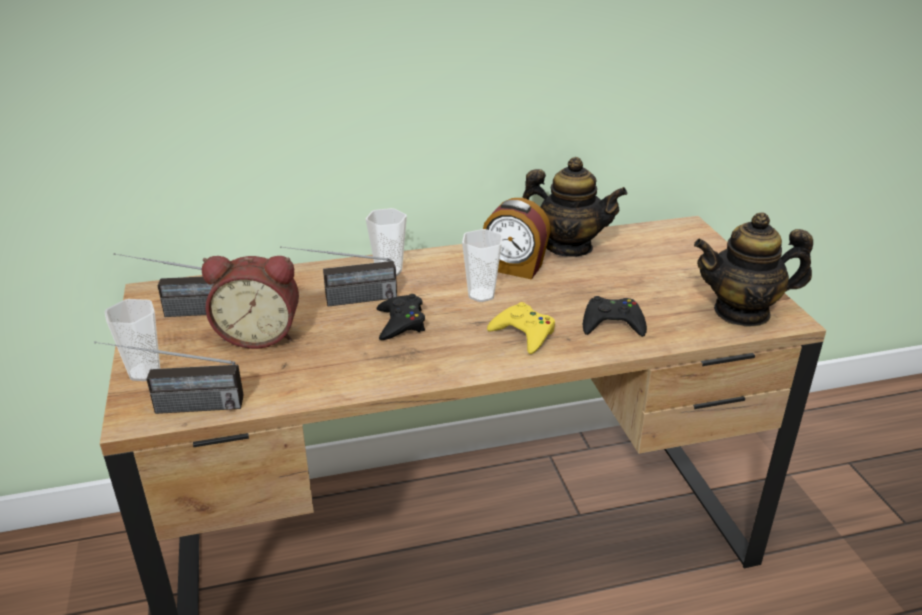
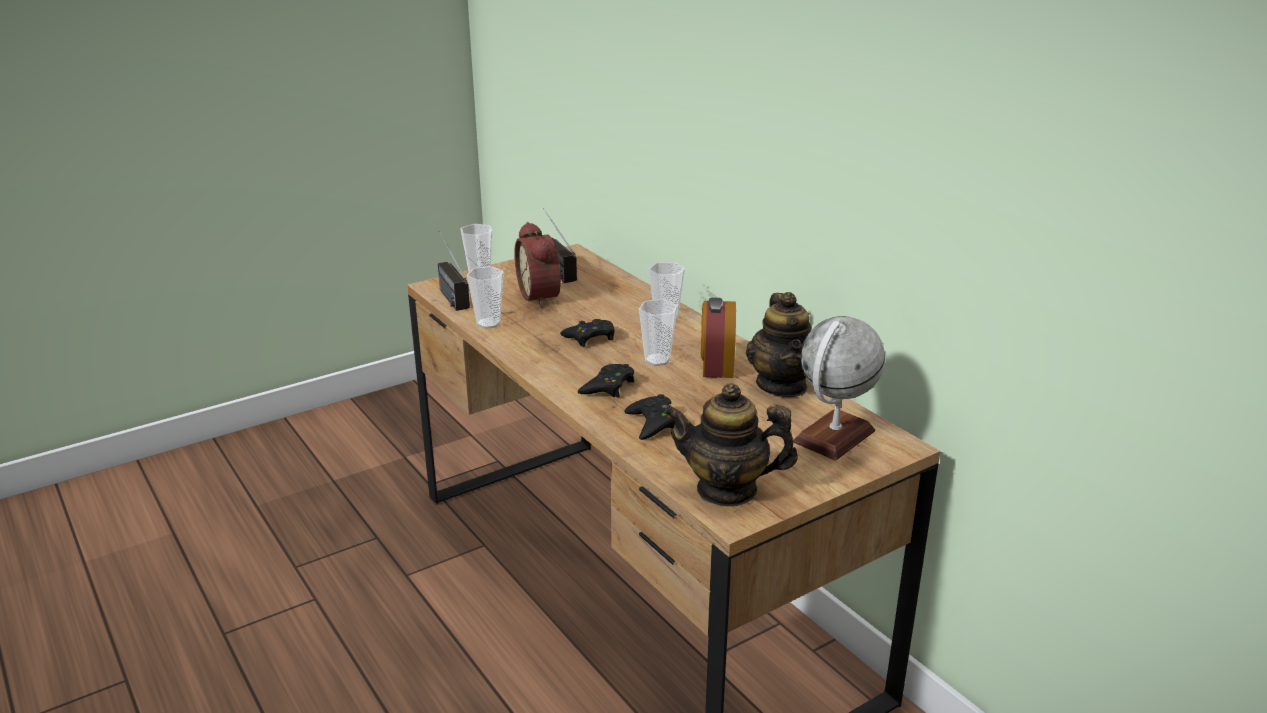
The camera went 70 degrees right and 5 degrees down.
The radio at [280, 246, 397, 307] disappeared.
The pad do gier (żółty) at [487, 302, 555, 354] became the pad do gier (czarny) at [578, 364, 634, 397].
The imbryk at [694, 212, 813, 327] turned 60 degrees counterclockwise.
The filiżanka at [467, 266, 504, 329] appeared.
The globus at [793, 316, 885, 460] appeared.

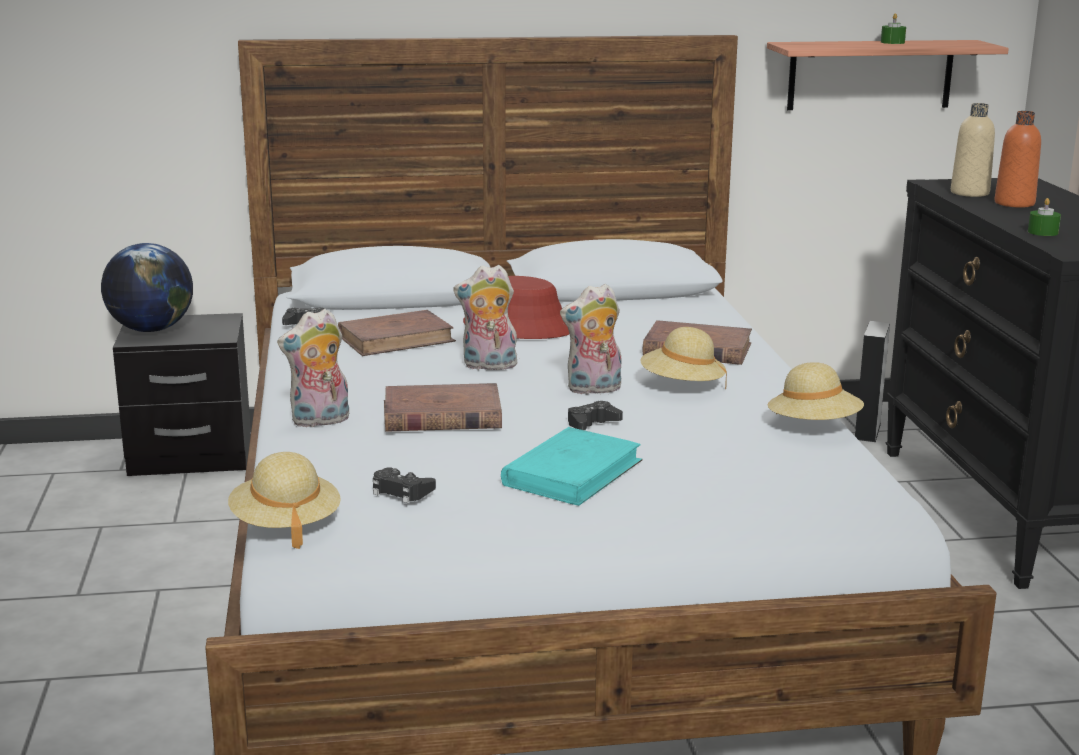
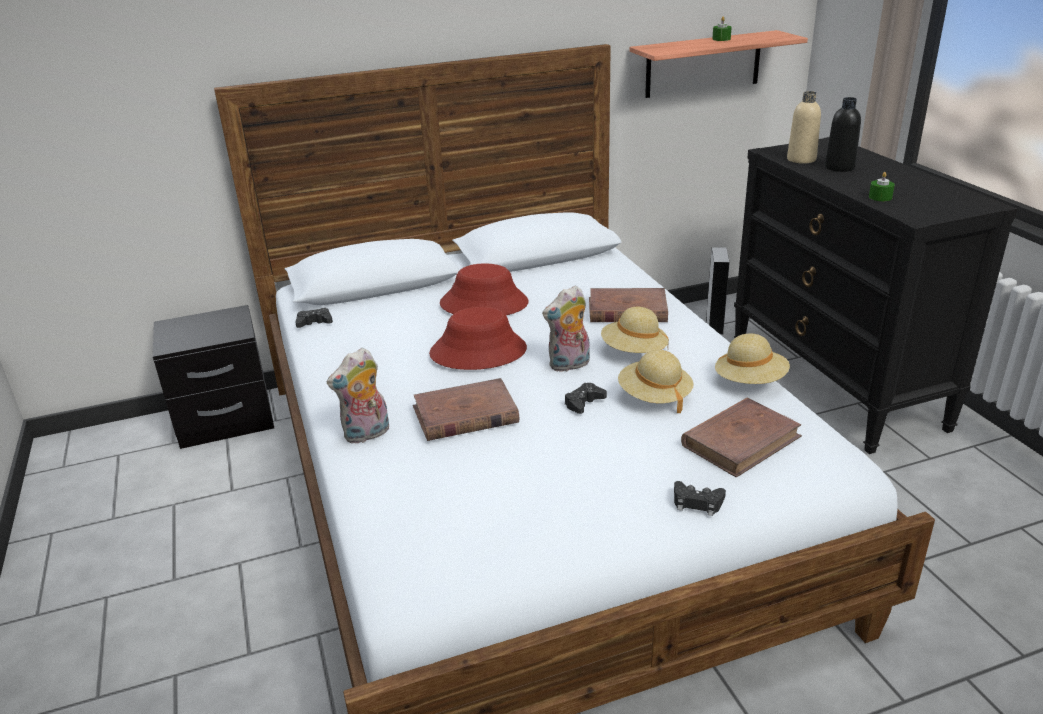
The camera went 10 degrees left and 10 degrees up.
The globus at [101, 243, 193, 332] disappeared.
The kapelusz (beżowy) moved from [228, 452, 341, 549] to [618, 350, 694, 413].
The książka (brązowy) moved from [338, 310, 456, 356] to [681, 398, 802, 478].
The pad do gier (czarny) moved from [373, 467, 436, 503] to [674, 481, 726, 516].
The pluszak at [453, 265, 517, 370] was replaced by the kapelusz (czerwony) at [429, 307, 527, 370].
The książka (turkusowy) at [501, 427, 642, 506] disappeared.
The butelka (pomarańczowy) at [995, 111, 1041, 208] became the butelka (czarny) at [825, 97, 861, 172].

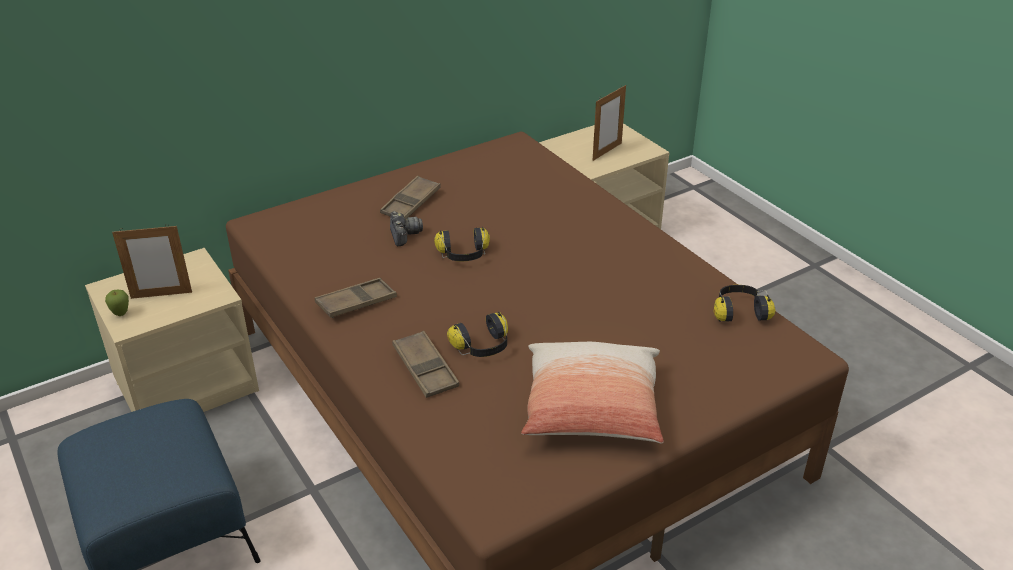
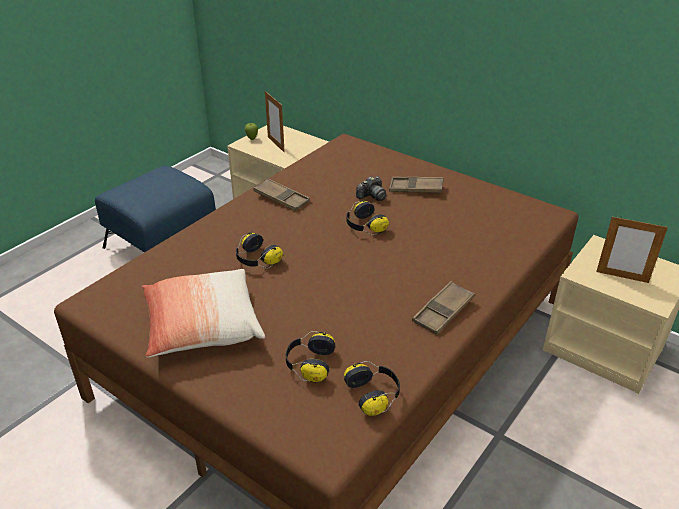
The camera went 70 degrees right and 0 degrees up.
The taca (brązowy) moved from [392, 331, 459, 398] to [412, 281, 475, 335].
The słuchawki at [286, 331, 335, 383] appeared.

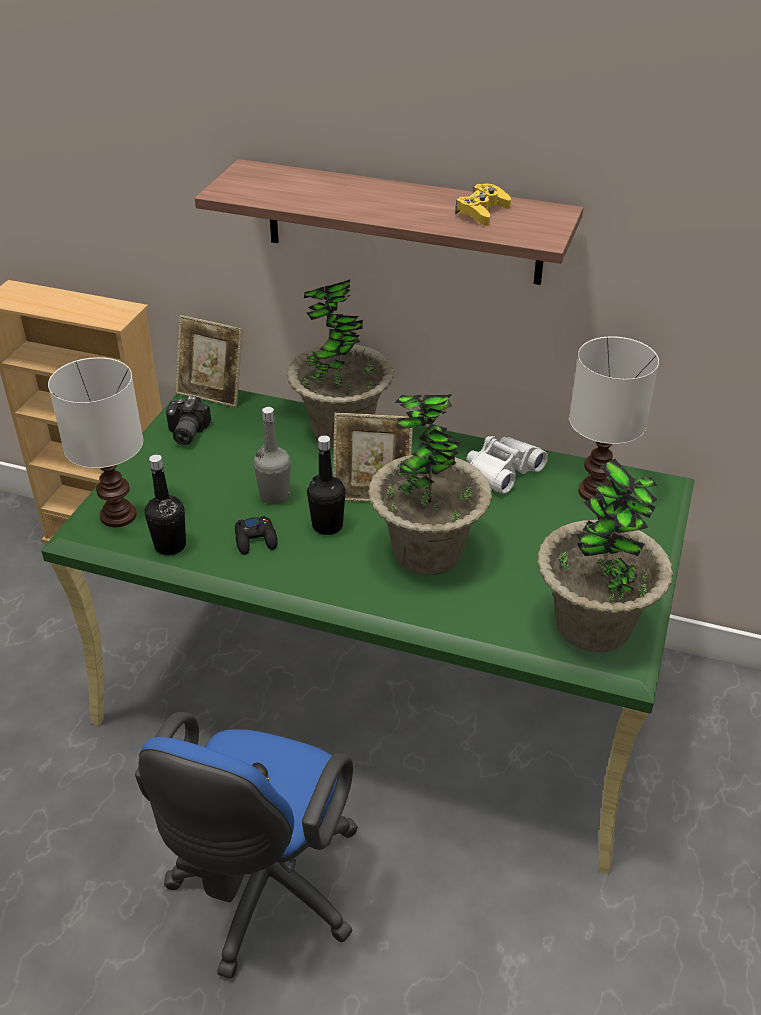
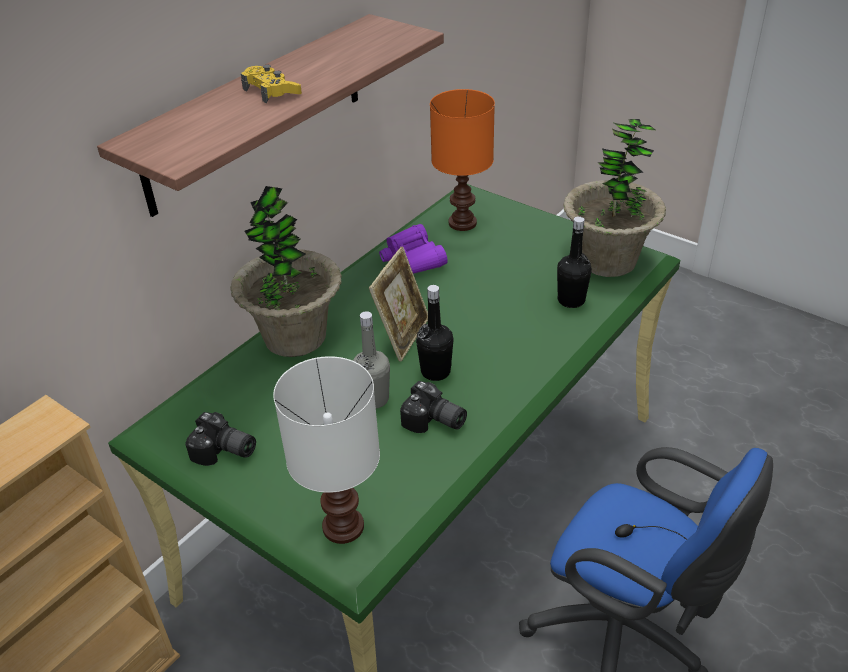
The camera went 70 degrees left and 0 degrees up.
The butelka (czarny) moved from [145, 455, 186, 556] to [557, 216, 592, 308].
The ramka na zdjęcie at [176, 315, 243, 408] disappeared.
The pad do gier (czarny) at [235, 516, 277, 555] was replaced by the aparat fotograficzny at [400, 381, 467, 433].
The roślina doniczkowa at [368, 394, 492, 575] disappeared.
The pad do gier (żółty) moved from [455, 184, 511, 226] to [241, 65, 302, 104].
The lornetka (biały) at [466, 436, 548, 494] became the lornetka (fioletowy) at [379, 224, 448, 274].
The lampa stołowa (biały) at [569, 336, 659, 501] became the lampa stołowa (pomarańczowy) at [430, 89, 495, 231].

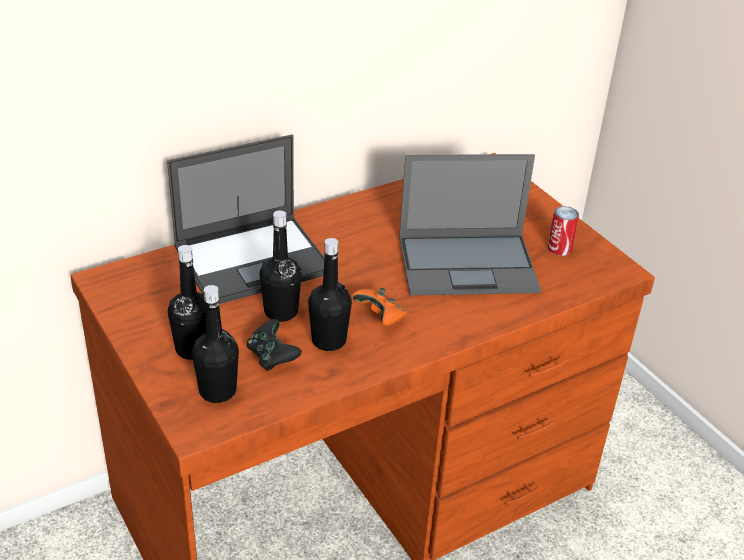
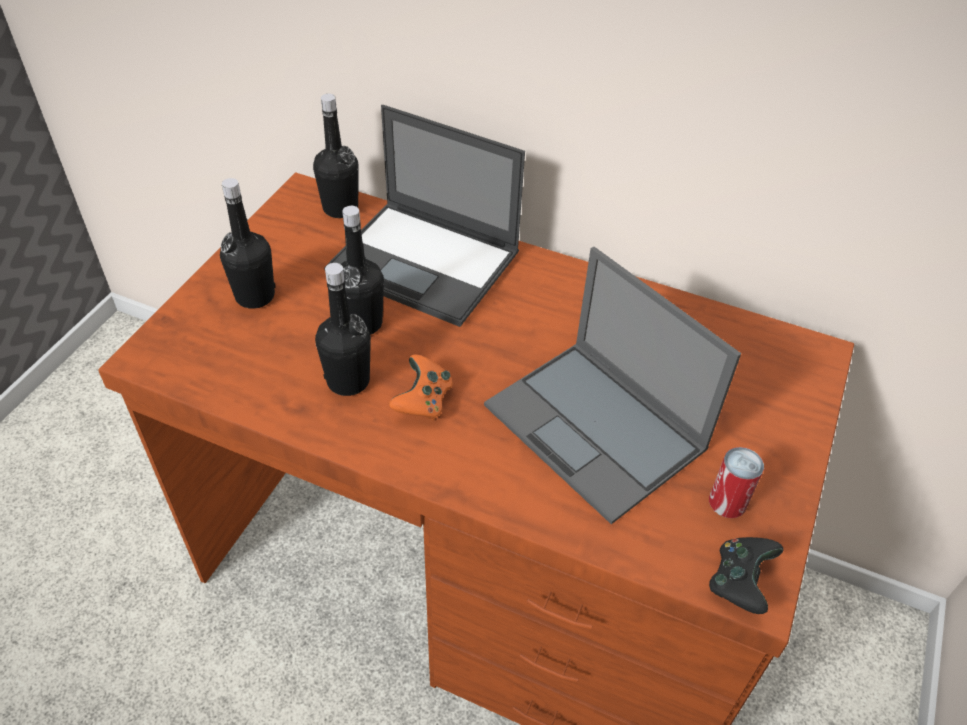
The camera went 55 degrees right and 10 degrees up.
The butelka (czarny) moved from [192, 285, 239, 403] to [313, 94, 359, 218].
The pad do gier (czarny) moved from [247, 319, 302, 371] to [709, 537, 784, 614].

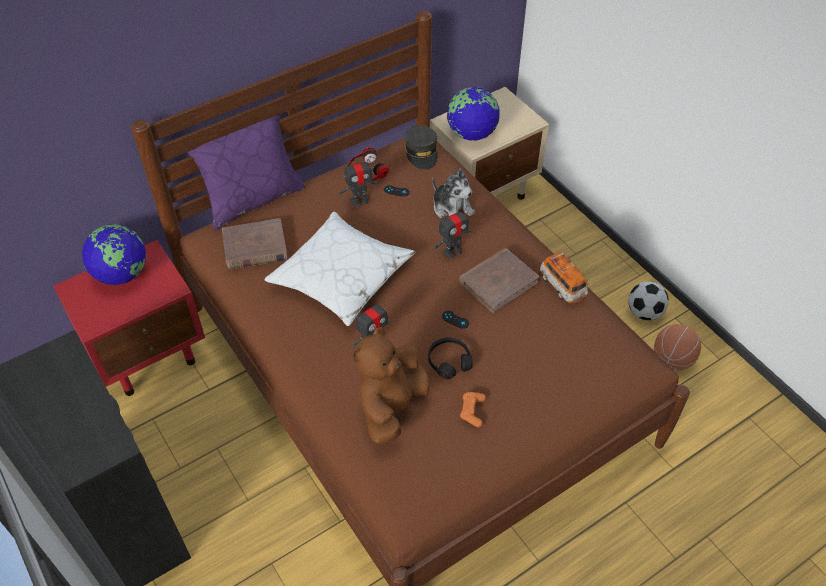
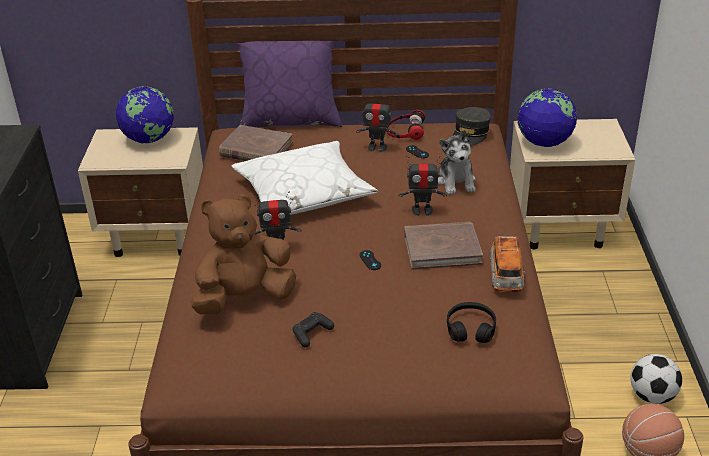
The camera went 35 degrees right and 15 degrees down.
The szafka nocna (czerwony) at [53, 240, 205, 396] became the szafka nocna (beżowy) at [78, 127, 203, 257].
The słuchawki (czarny) moved from [428, 337, 472, 379] to [447, 302, 496, 343].
The pad do gier (pomarańczowy) at [460, 392, 486, 427] became the pad do gier (czarny) at [293, 312, 334, 347].

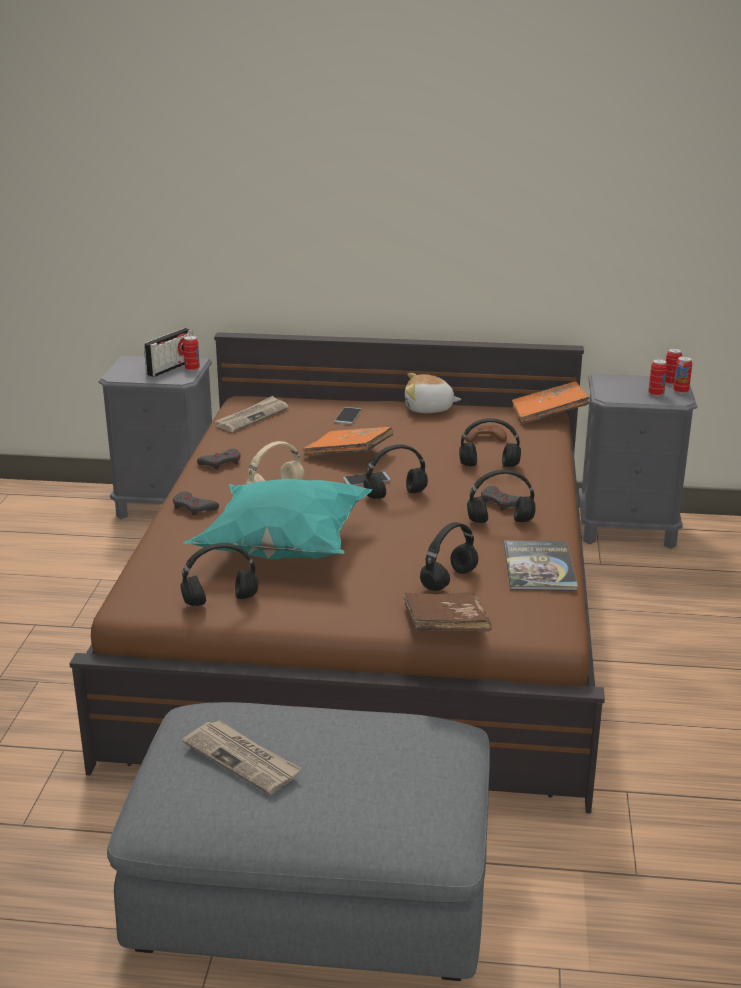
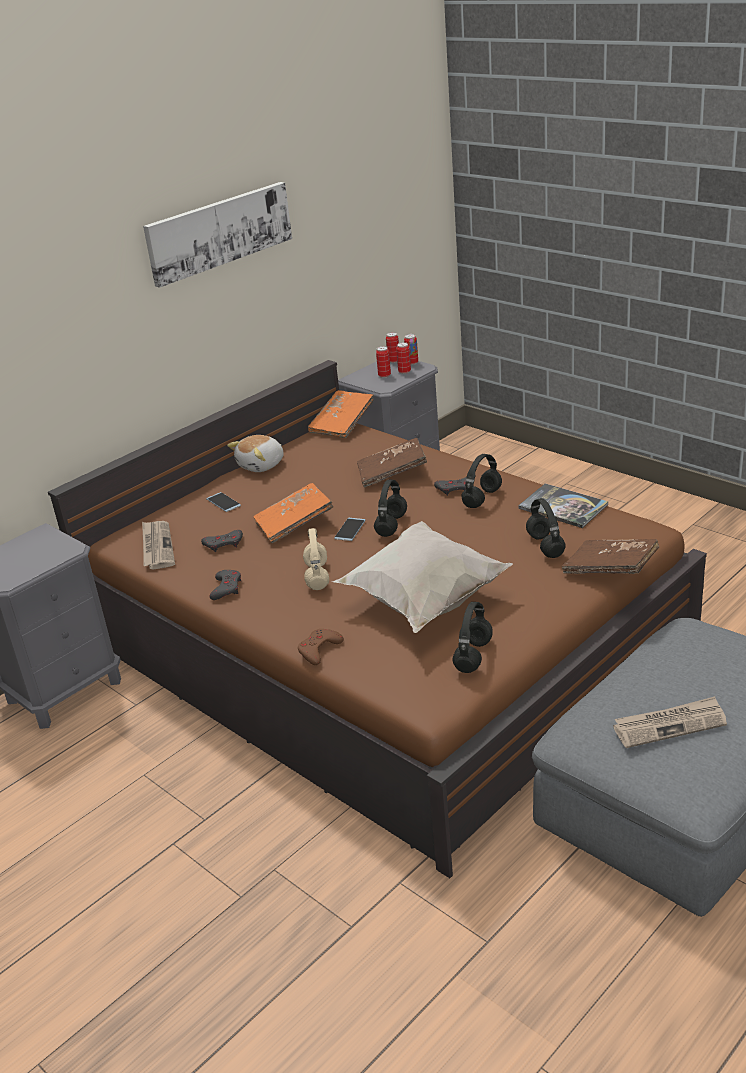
The camera went 50 degrees left and 5 degrees up.
The radio at [144, 328, 193, 377] disappeared.
The pad do gier (szary) moved from [173, 492, 219, 516] to [201, 530, 243, 552].
The puszka moved from [183, 335, 200, 371] to [376, 346, 391, 378].
The poduszka (turkusowy) at [183, 479, 373, 560] became the poduszka (biały) at [333, 521, 513, 633].
The słuchawki (czarny) at [459, 418, 521, 467] was replaced by the książka (brązowy) at [357, 438, 427, 488].
The pad do gier (brązowy) moved from [465, 425, 507, 442] to [298, 629, 344, 665].
The obraz at [143, 182, 292, 288] appeared.

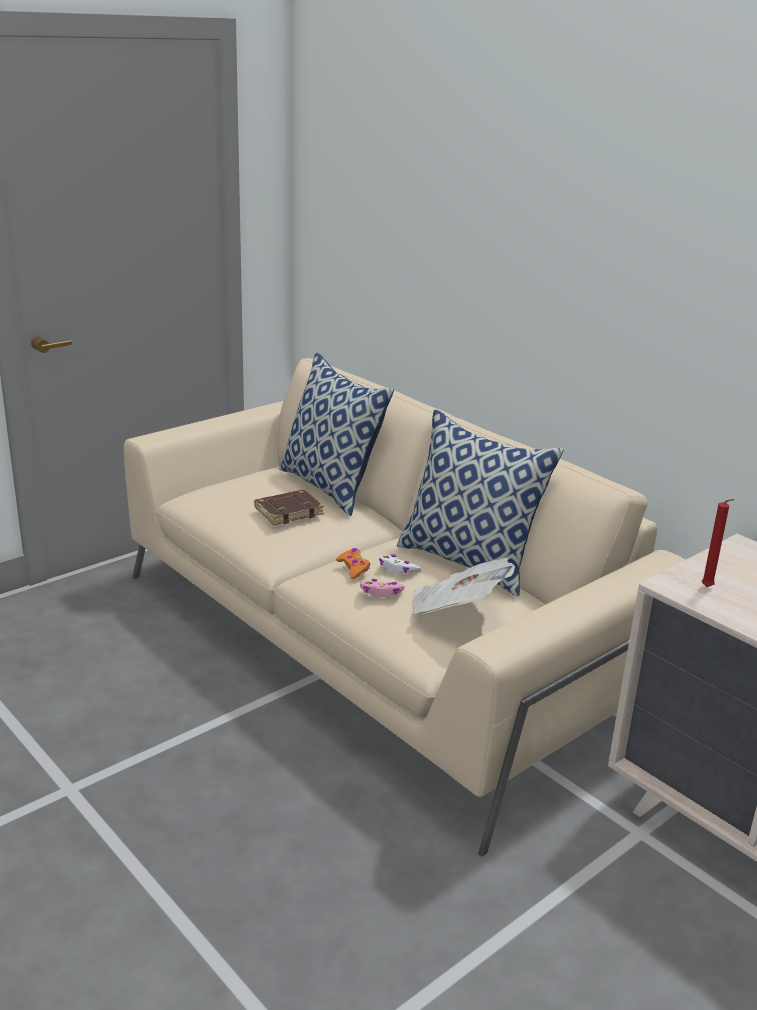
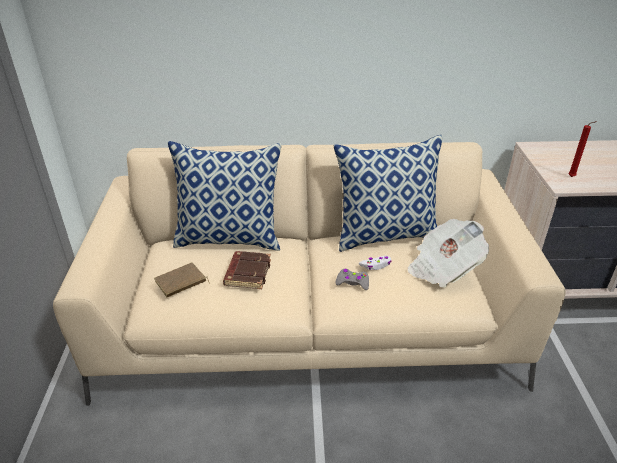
The camera went 50 degrees left and 10 degrees up.
The pad do gier (pomarańczowy) at [336, 548, 370, 579] became the pad do gier (szary) at [335, 269, 369, 290].
The pad do gier (różowy) at [360, 579, 405, 597] disappeared.
The książka (brązowy) at [154, 262, 210, 298] appeared.

